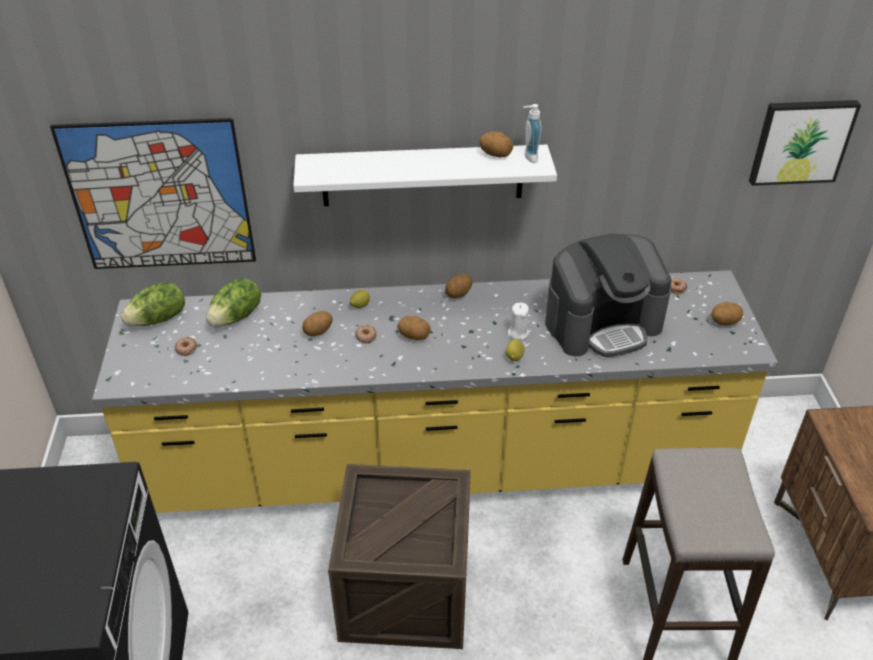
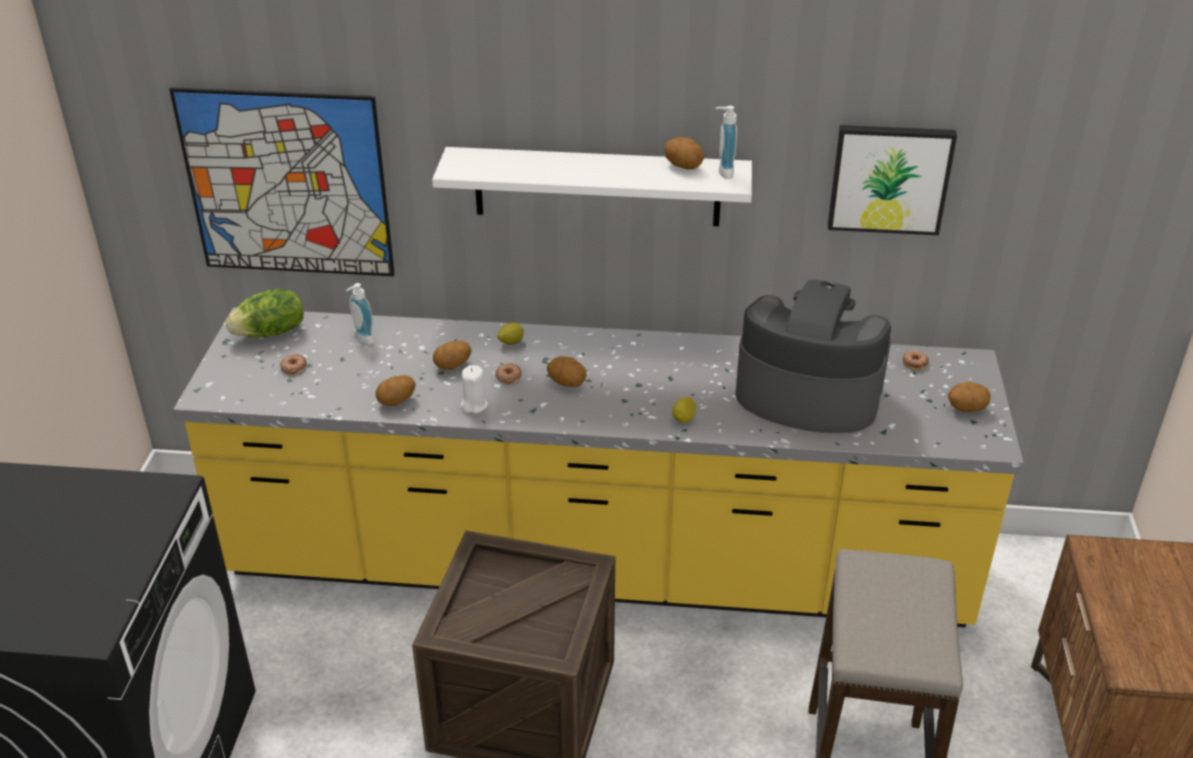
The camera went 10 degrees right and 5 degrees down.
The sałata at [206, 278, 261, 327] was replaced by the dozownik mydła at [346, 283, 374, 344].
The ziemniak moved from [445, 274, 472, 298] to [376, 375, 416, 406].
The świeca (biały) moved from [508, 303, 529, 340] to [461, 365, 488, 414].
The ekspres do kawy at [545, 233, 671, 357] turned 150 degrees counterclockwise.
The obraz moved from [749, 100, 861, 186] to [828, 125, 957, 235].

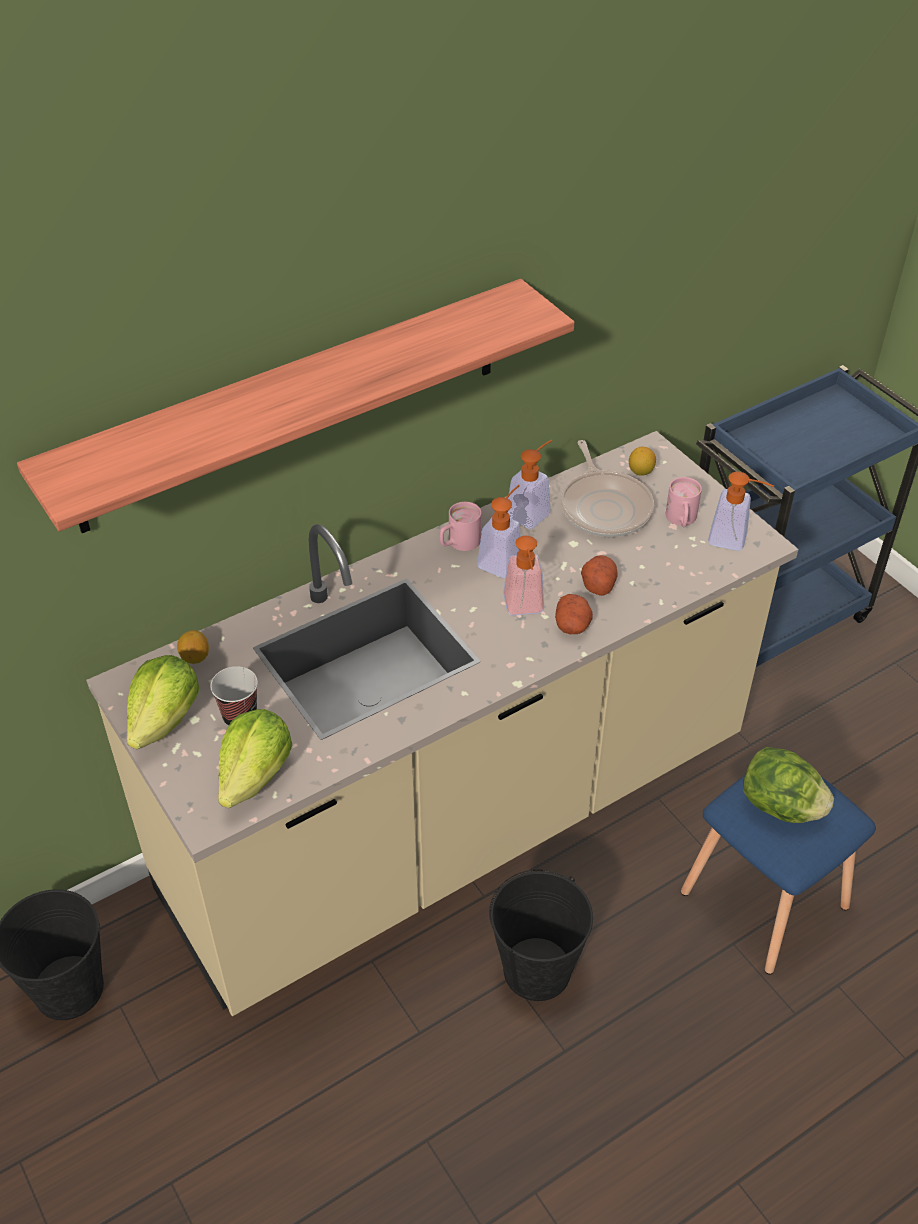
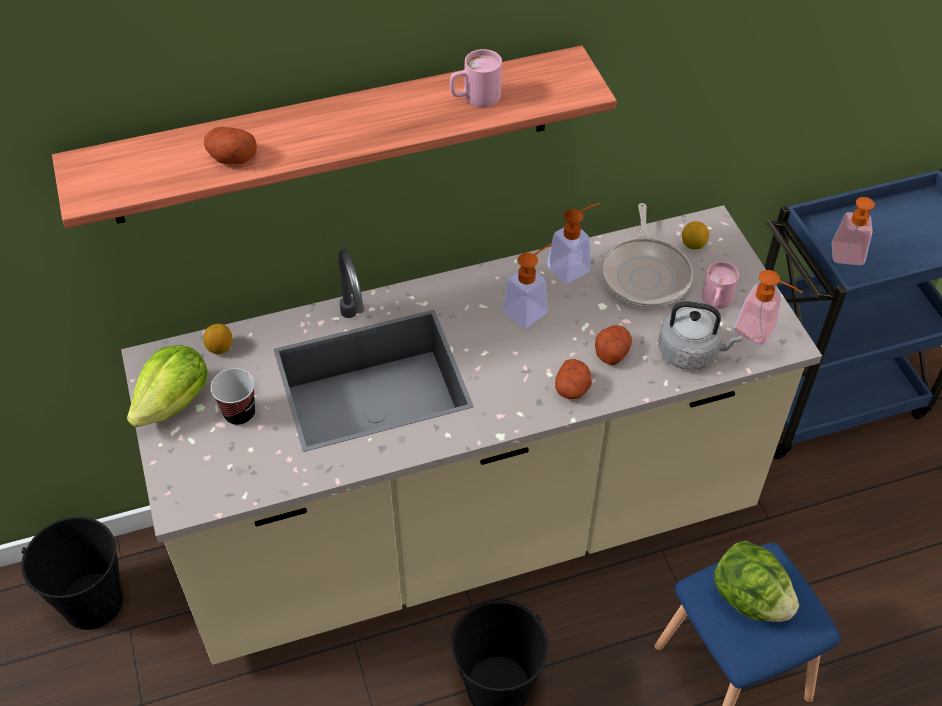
The camera went 15 degrees right and 5 degrees up.
The sałata at [218, 709, 292, 808] disappeared.
The kubek (różowy) moved from [440, 502, 481, 551] to [450, 49, 502, 107].
The dozownik mydła moved from [503, 536, 544, 616] to [832, 197, 875, 265].
The ziemniak at [204, 127, 257, 164] appeared.
The czajnik (szary) at [658, 301, 742, 370] appeared.

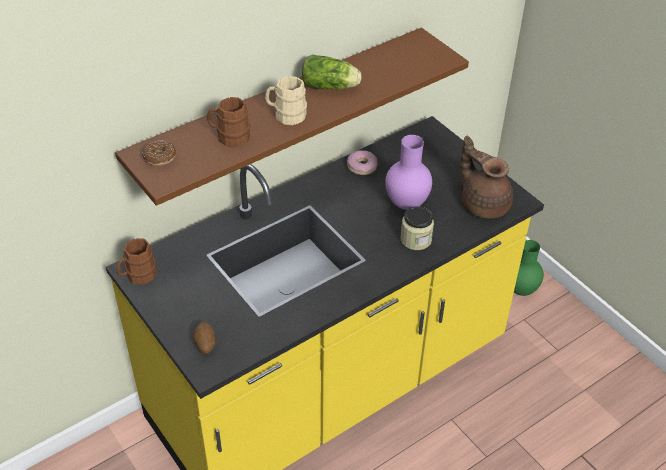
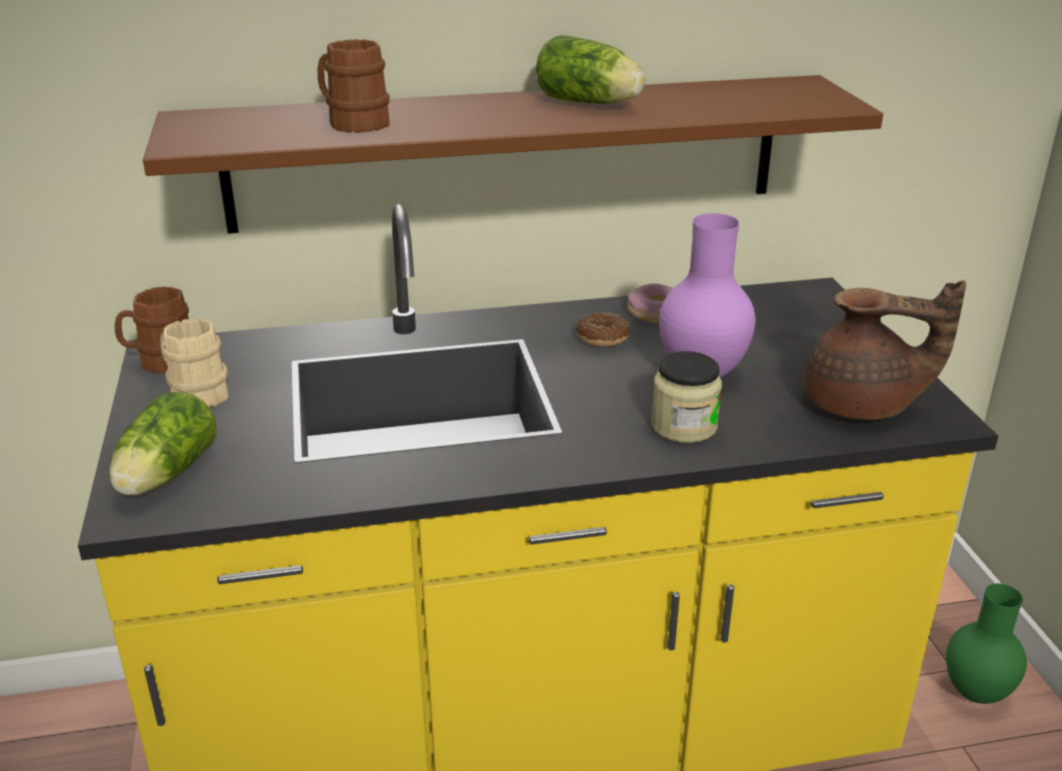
The camera went 25 degrees right and 15 degrees down.
The donut moved from [142, 141, 176, 166] to [576, 313, 630, 347].
The ziemniak at [193, 322, 216, 354] was replaced by the sałata at [110, 392, 216, 495].
The kubek (beżowy) moved from [265, 76, 307, 125] to [160, 318, 228, 407].
The imbryk (brązowy) at [460, 136, 513, 219] turned 120 degrees clockwise.

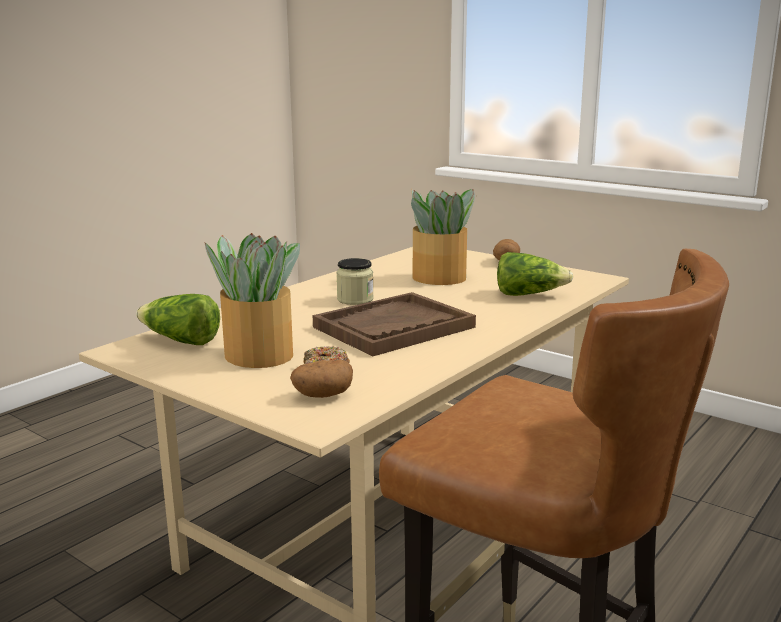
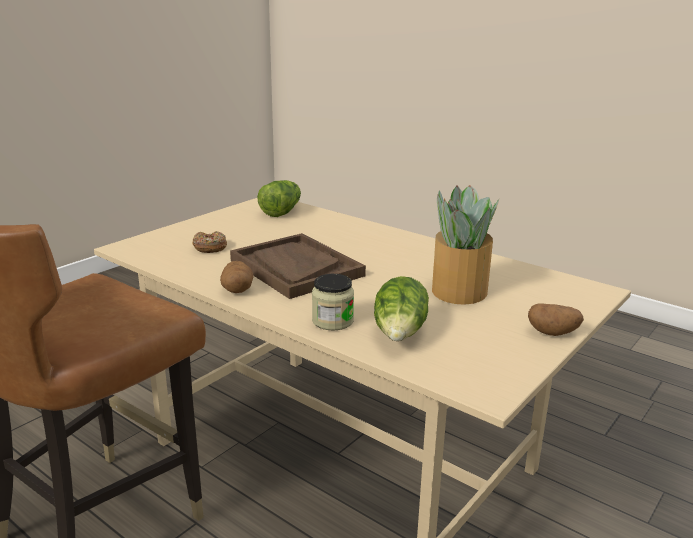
The camera went 90 degrees right and 5 degrees up.
The roślina doniczkowa at [205, 233, 300, 368] disappeared.
The ziemniak moved from [290, 360, 353, 398] to [220, 261, 253, 293].
The słoik moved from [336, 258, 374, 305] to [312, 274, 354, 330].

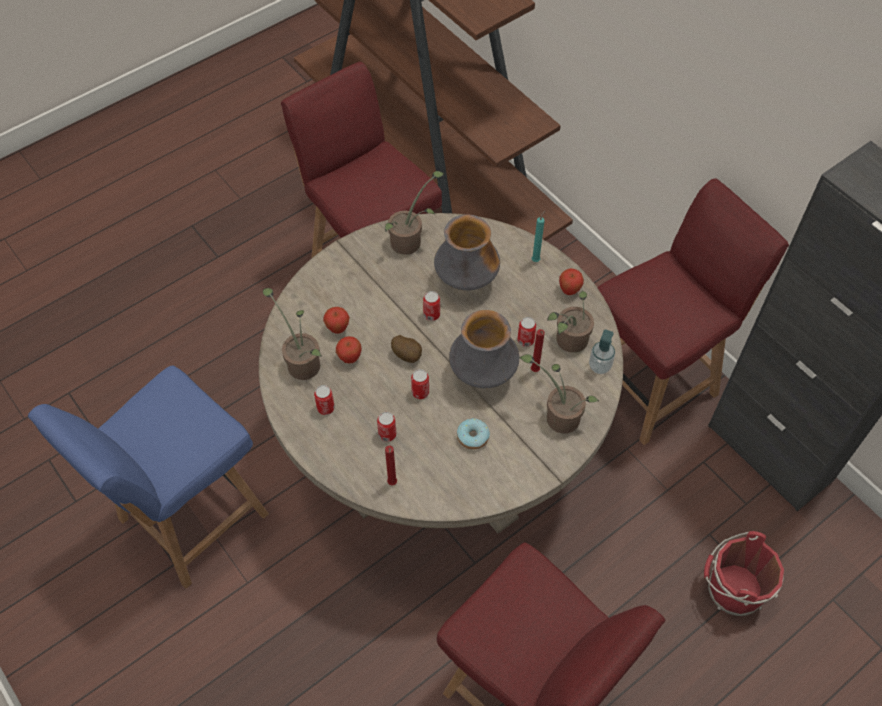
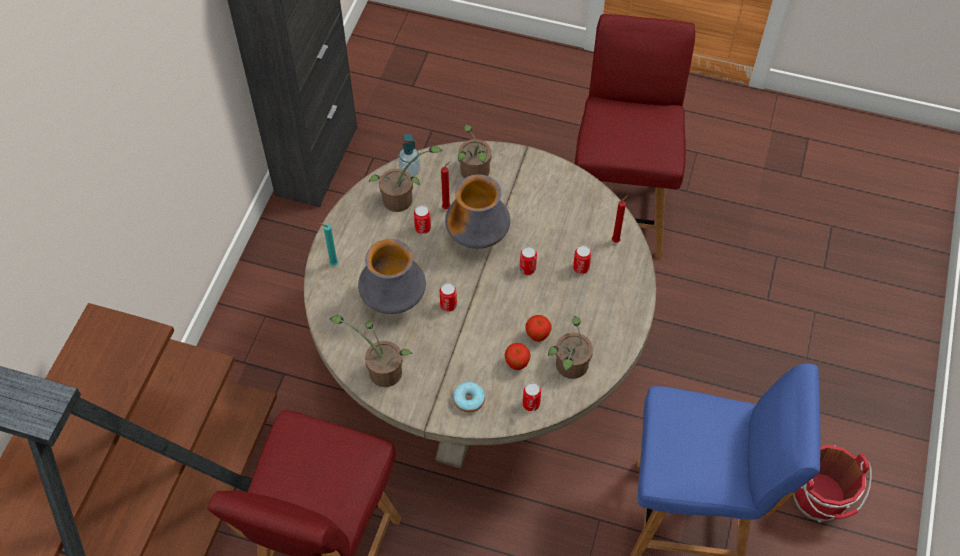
The camera went 125 degrees left and 0 degrees up.
The puszka moved from [314, 385, 335, 415] to [522, 382, 541, 411].
The ziemniak at [391, 335, 422, 363] disappeared.
The donut moved from [457, 418, 490, 450] to [453, 382, 485, 413].
The jabłko at [559, 268, 584, 295] disappeared.
The krzesło (czerwony) at [597, 178, 789, 445] disappeared.
The wiadro (czerwony) moved from [704, 531, 784, 616] to [793, 445, 872, 523].

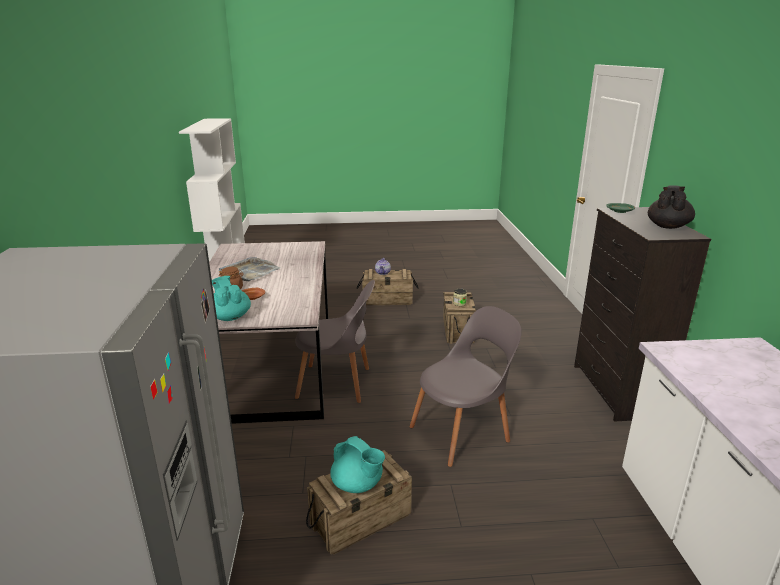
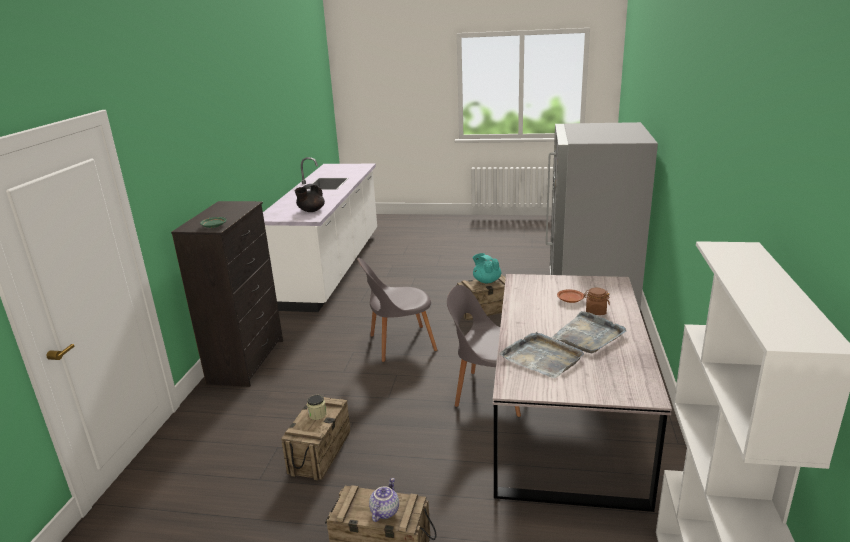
The camera went 165 degrees left and 0 degrees up.
The imbryk (turkusowy) at [212, 276, 251, 321] disappeared.
The imbryk (czarny) moved from [648, 185, 695, 229] to [295, 184, 325, 212].
The taca (szary) at [499, 332, 584, 378] appeared.

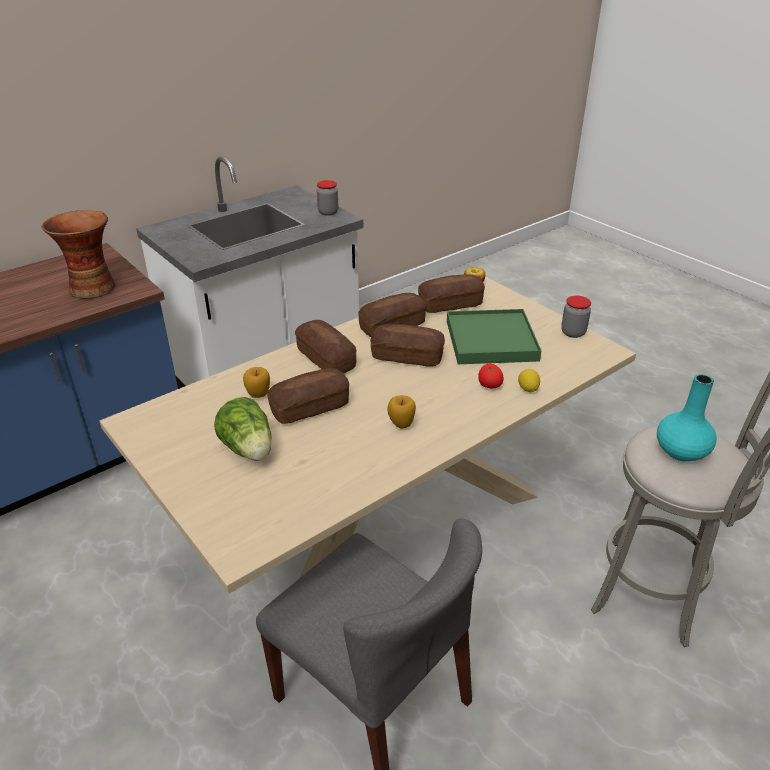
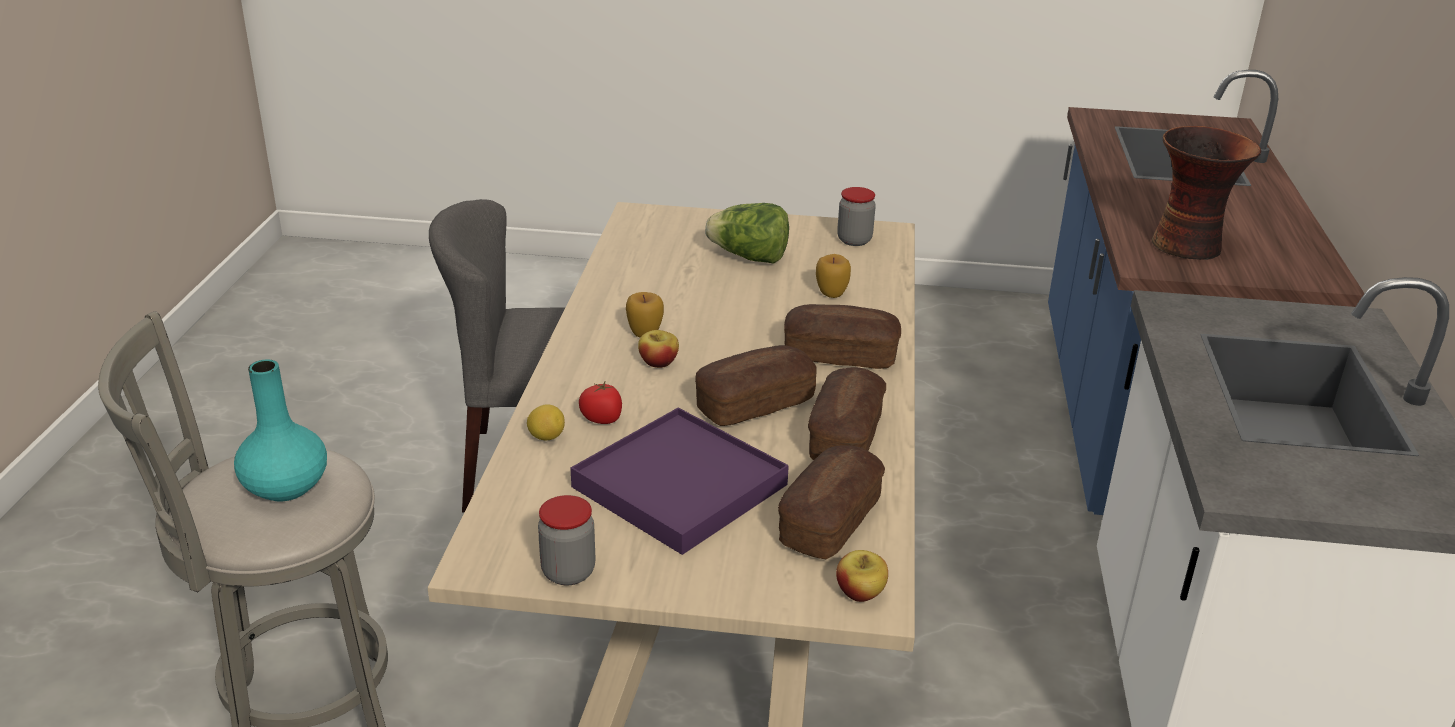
The camera went 135 degrees right and 5 degrees down.
The chleb at [267, 368, 349, 424] disappeared.
The słoik moved from [316, 180, 338, 216] to [837, 187, 876, 246].
The taca (zielony) at [447, 309, 542, 364] became the taca (fioletowy) at [571, 408, 789, 555].
The jabłko at [638, 330, 679, 368] appeared.

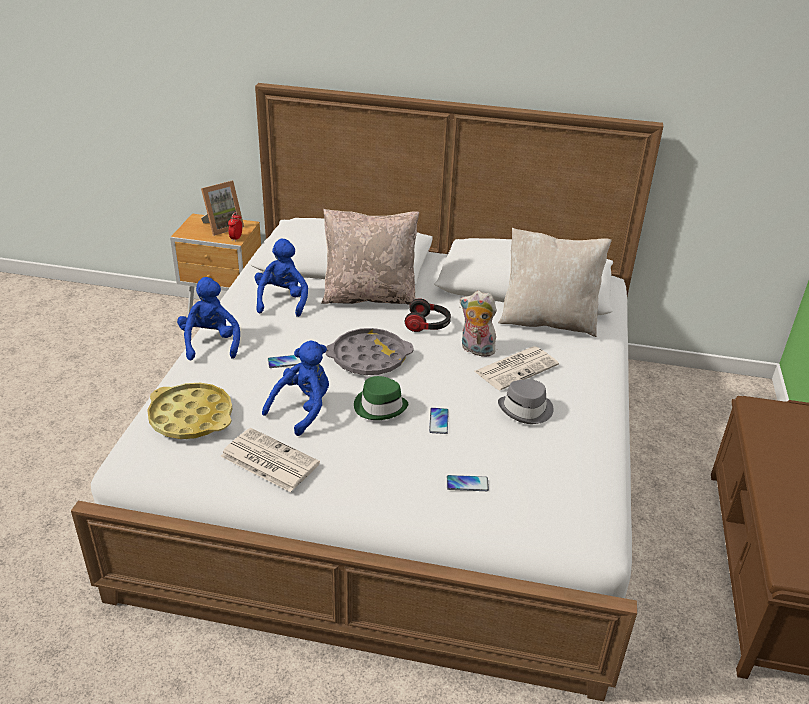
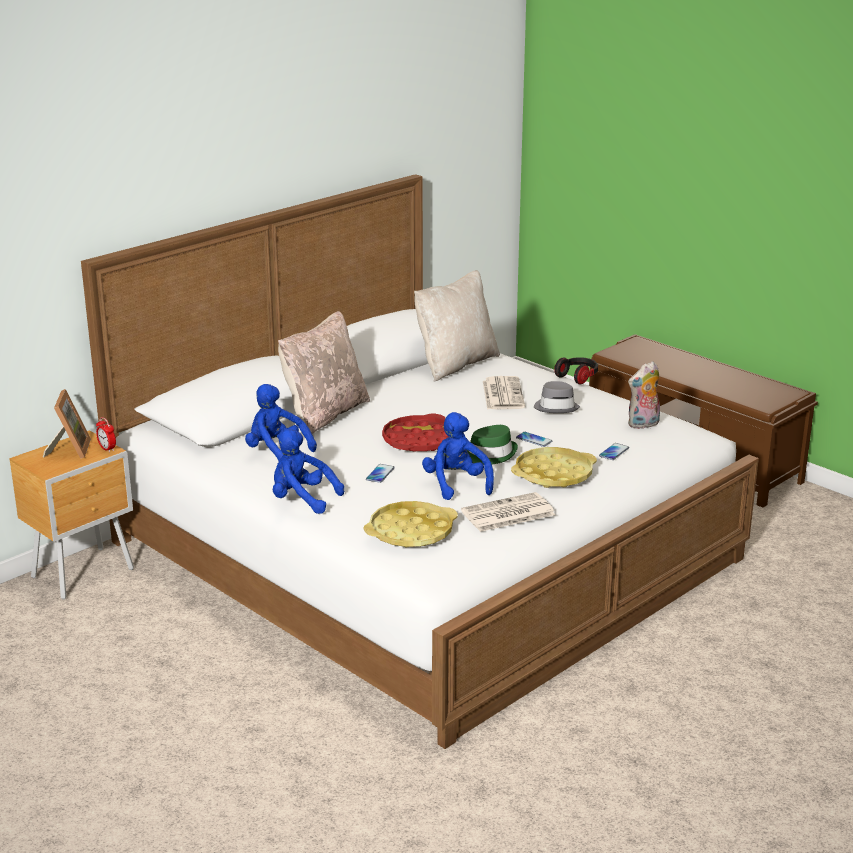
The camera went 55 degrees left and 10 degrees down.
The taca (szary) at [325, 328, 413, 375] became the taca (czerwony) at [382, 414, 449, 452].
The słuchawki moved from [405, 298, 451, 332] to [554, 357, 598, 385].
The pluszak moved from [460, 291, 499, 357] to [628, 361, 660, 429].
The taca (żółty) at [511, 447, 597, 488] appeared.

